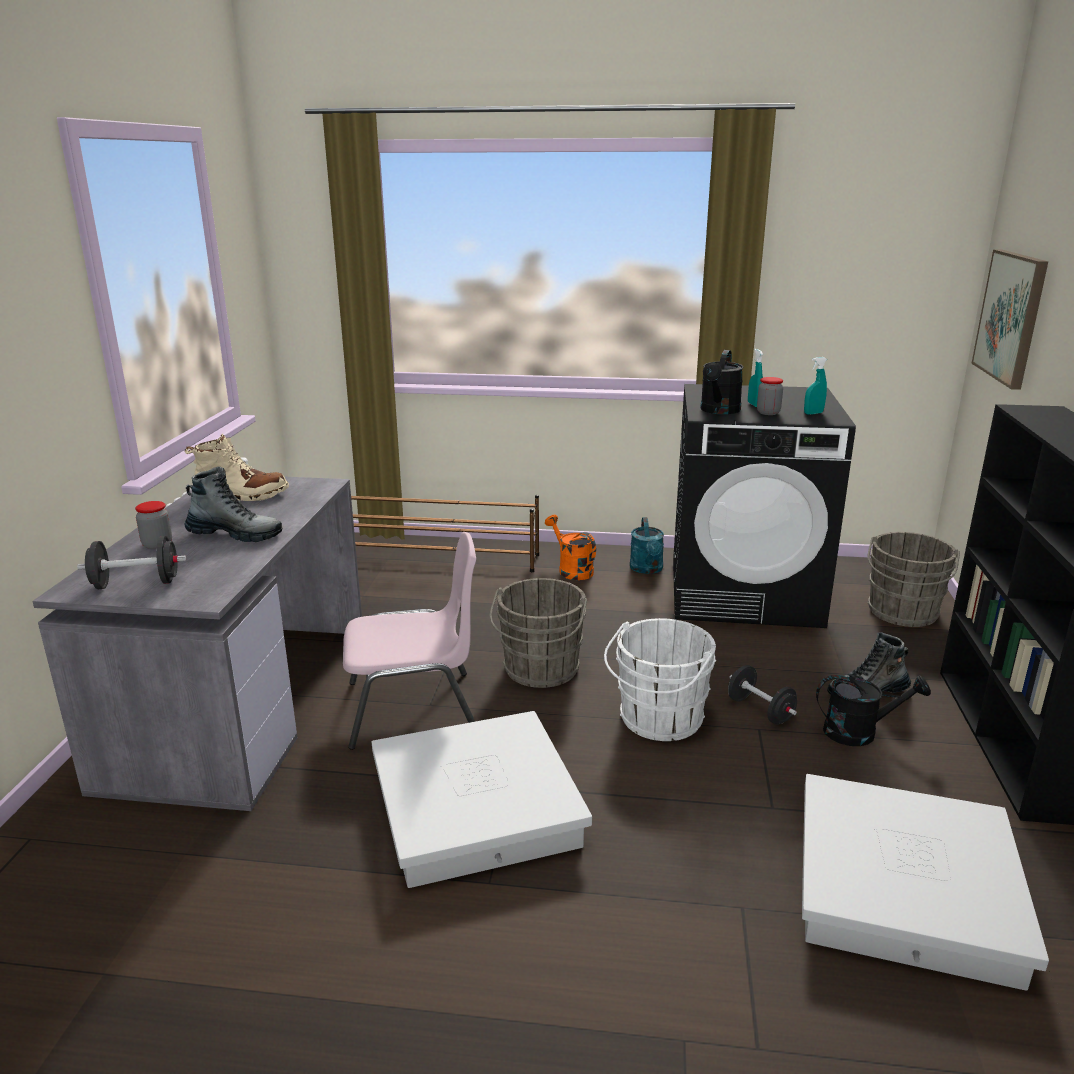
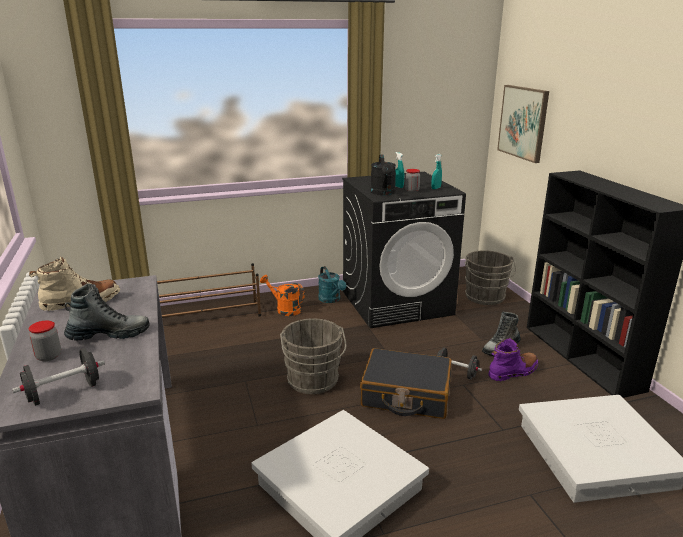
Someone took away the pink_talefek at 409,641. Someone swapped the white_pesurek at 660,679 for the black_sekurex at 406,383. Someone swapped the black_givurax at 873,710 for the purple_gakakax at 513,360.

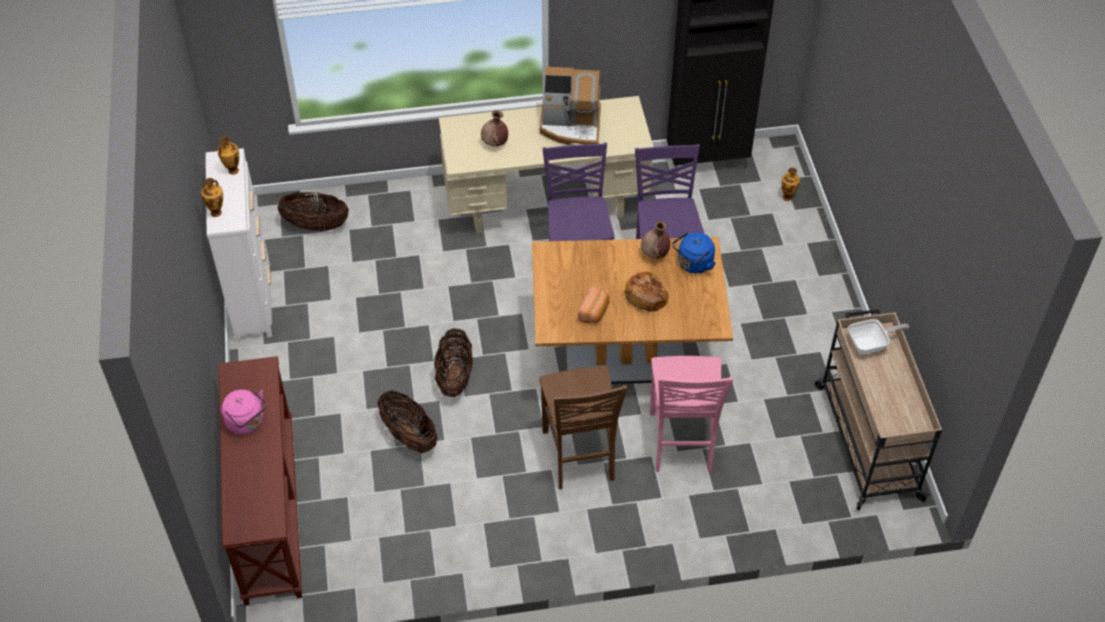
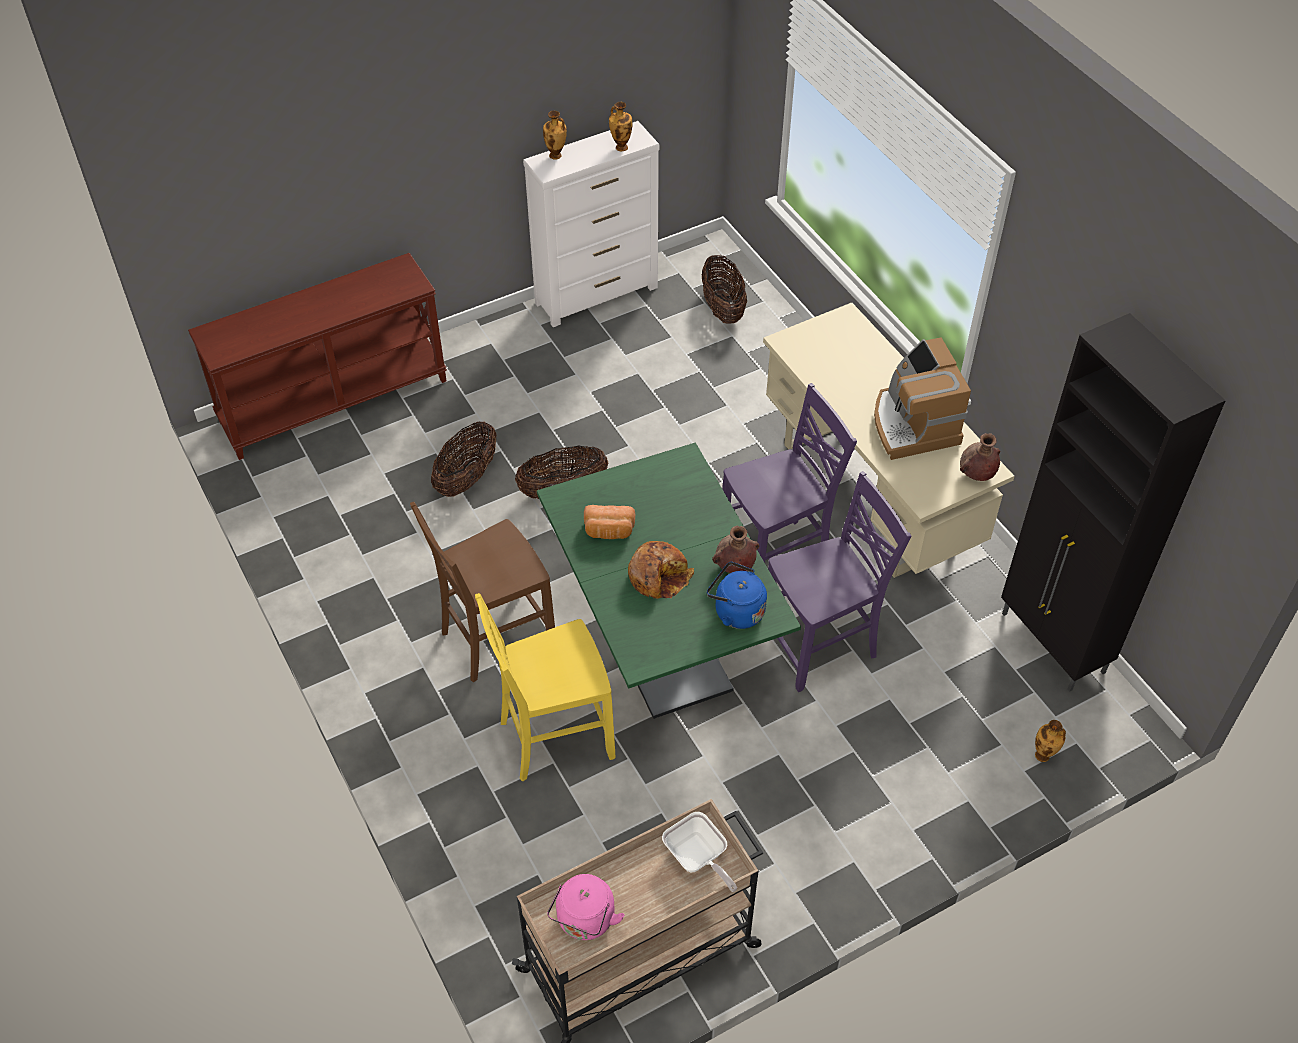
Someone carried the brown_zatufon from 494,128 to 980,457. Someone repainted the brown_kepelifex at 632,310, which became the green_kepelifex at 669,580. Someone repainted the pink_talefek at 691,414, which became the yellow_talefek at 545,687. Someone carried the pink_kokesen from 244,411 to 586,907.

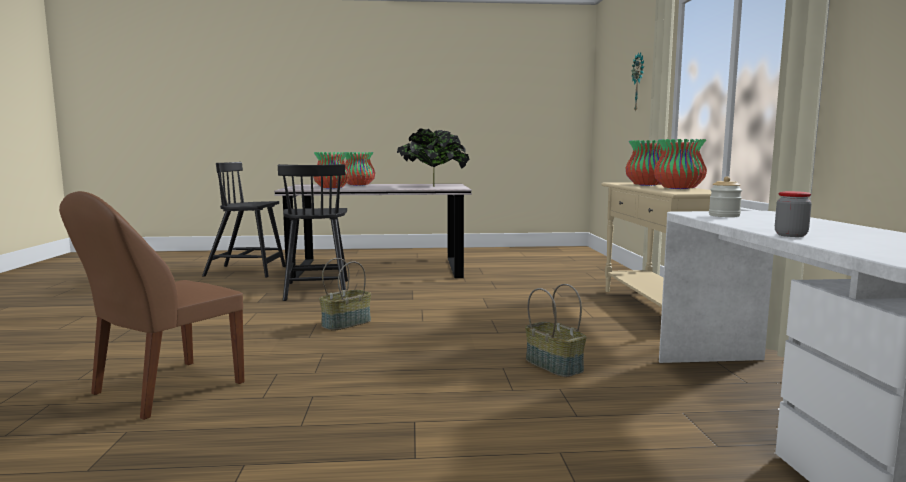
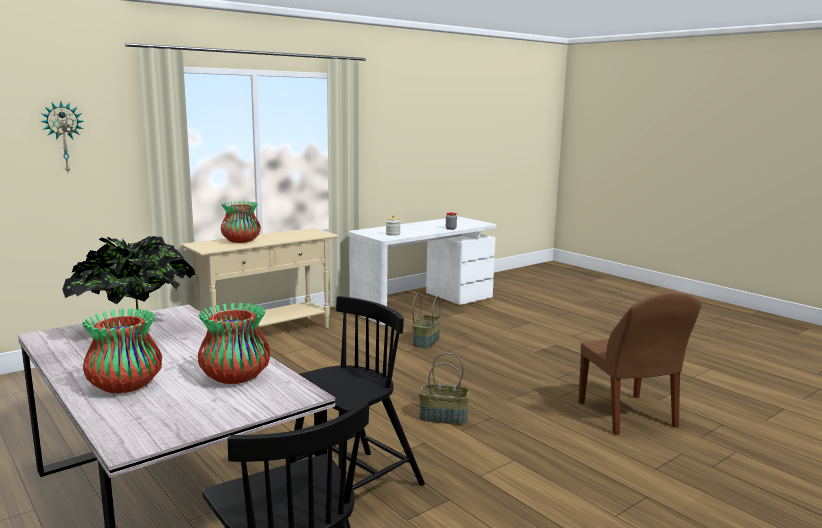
Someone took away the zatufon at 680,164. Someone rotated the brown_talefek at 151,305 by 75 degrees clockwise.

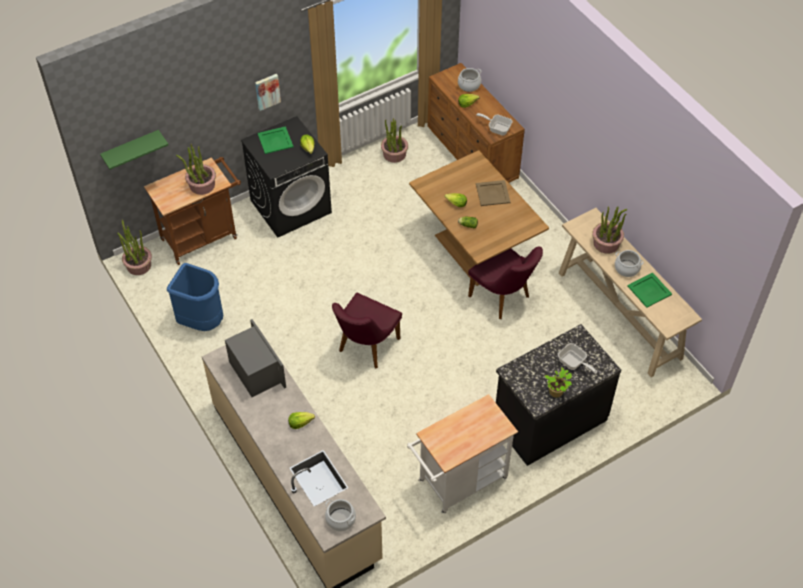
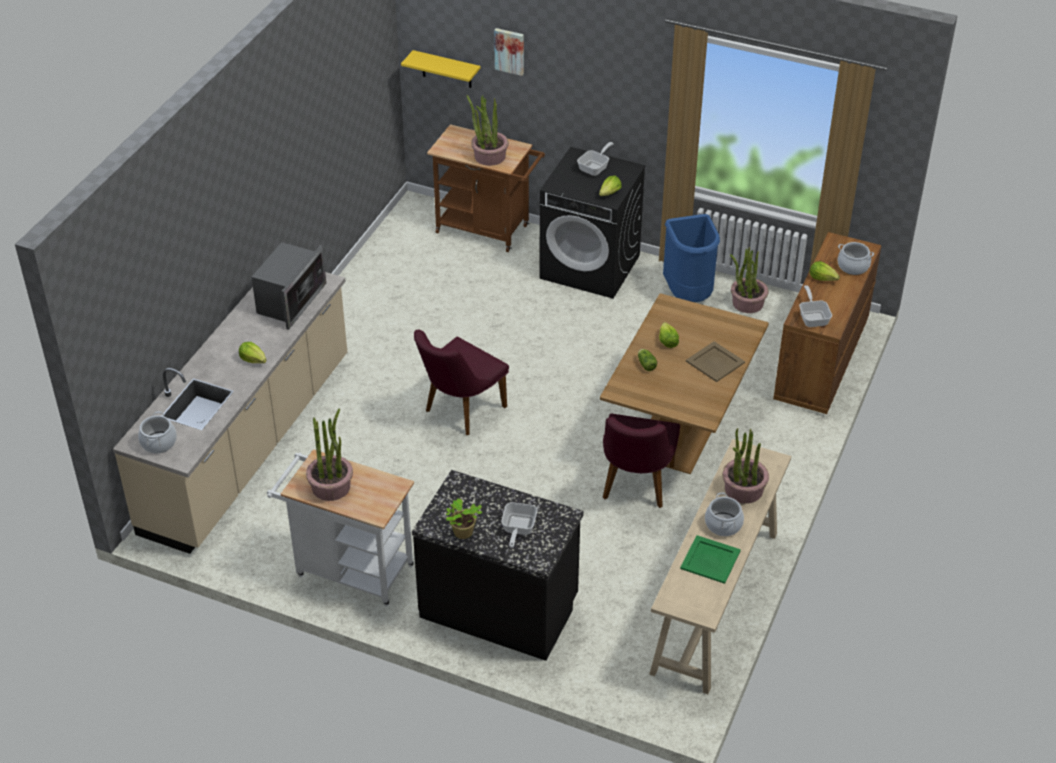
Someone carried the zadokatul from 268,92 to 509,52. Someone swapped the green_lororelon at 276,140 for the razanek at 595,159. Someone repainted the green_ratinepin at 134,150, which became the yellow_ratinepin at 440,69. Someone carried the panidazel from 134,247 to 329,454. Someone carried the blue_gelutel from 195,297 to 691,258. Someone rotated the purple_talefek at 367,330 by 45 degrees counterclockwise.

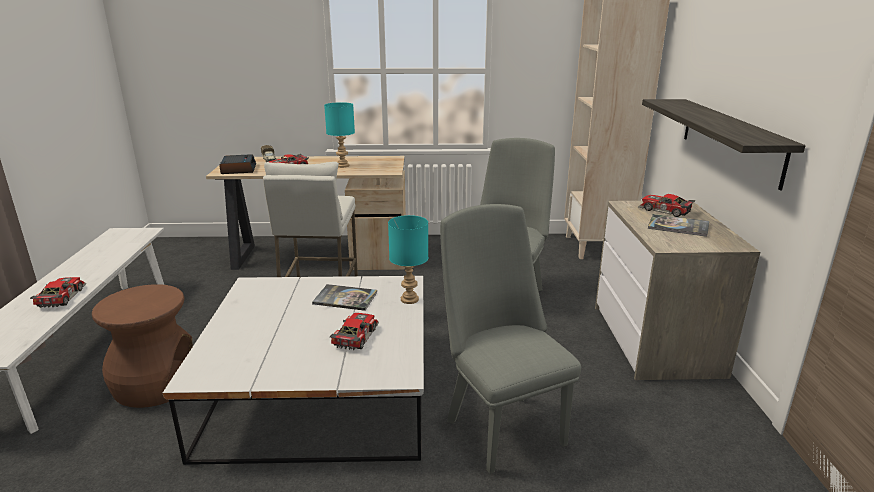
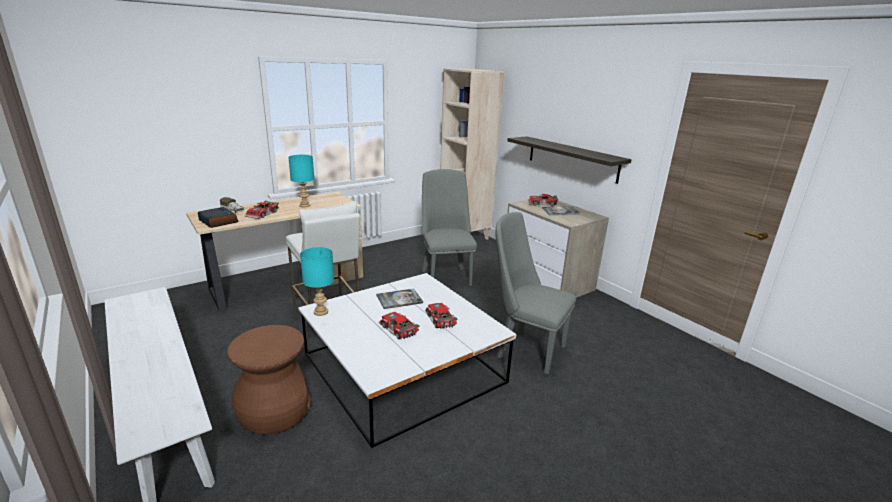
Someone carried the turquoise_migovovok from 408,259 to 317,281. Someone carried the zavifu from 58,292 to 399,325.

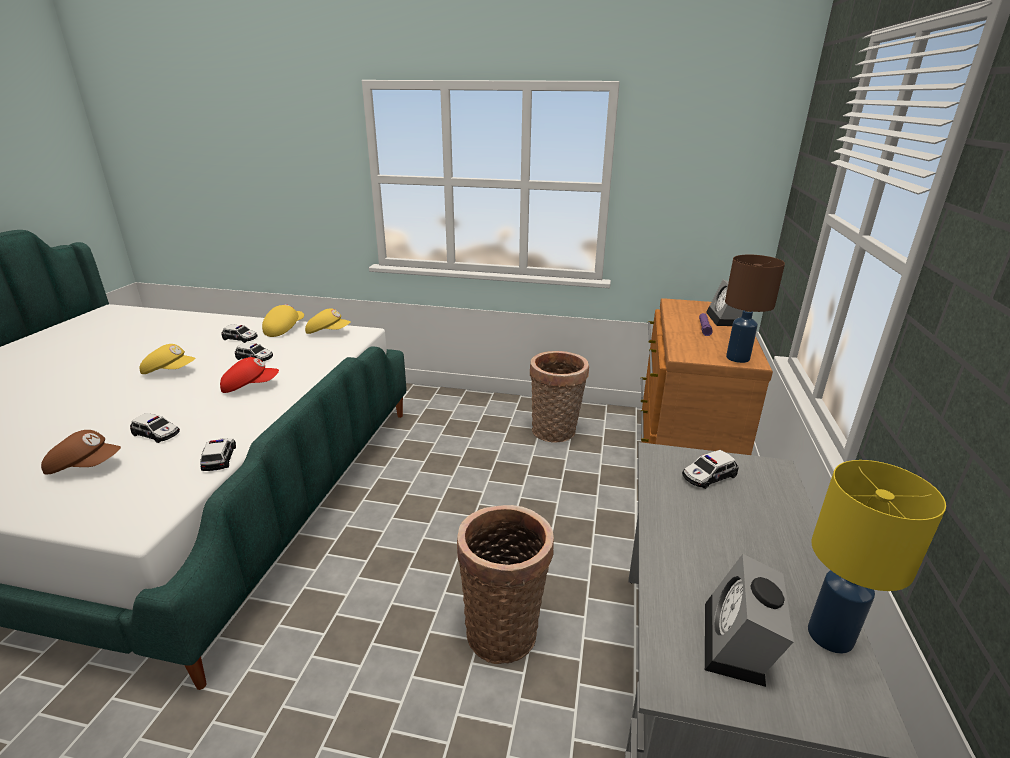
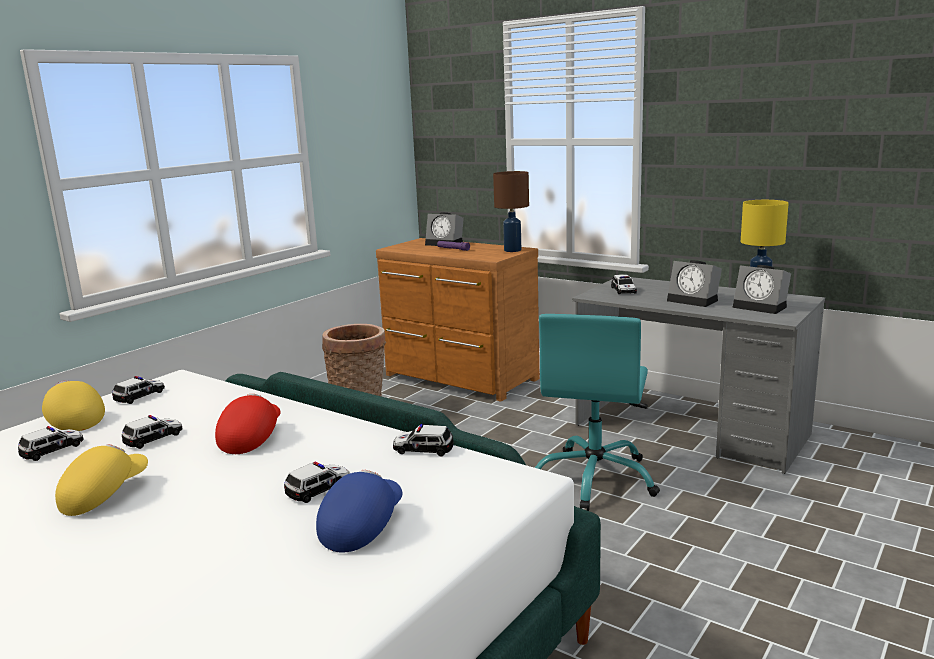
Someone swapped the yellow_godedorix at 328,321 for the zavifu at 138,390. Someone repainted the brown_godedorix at 81,452, which became the blue_godedorix at 359,511. Someone swapped the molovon at 505,584 for the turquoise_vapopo at 597,412. Someone put down the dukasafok at 694,283.

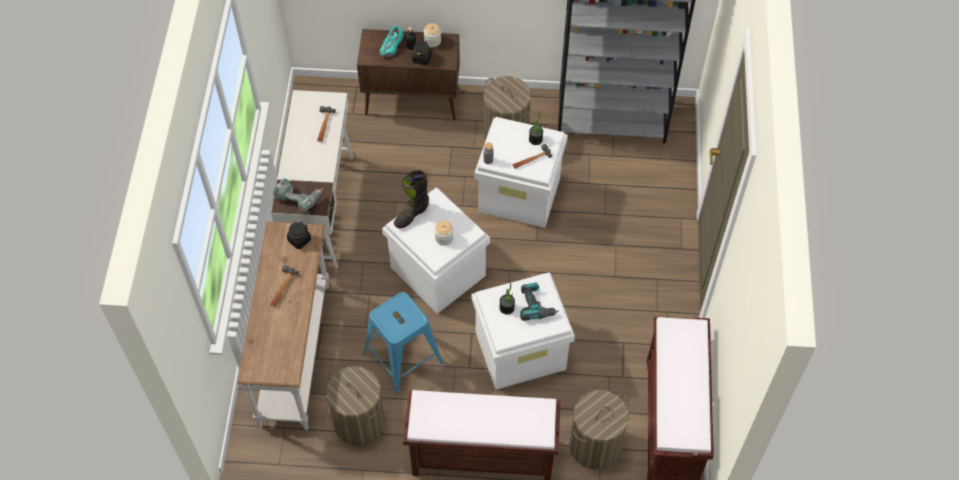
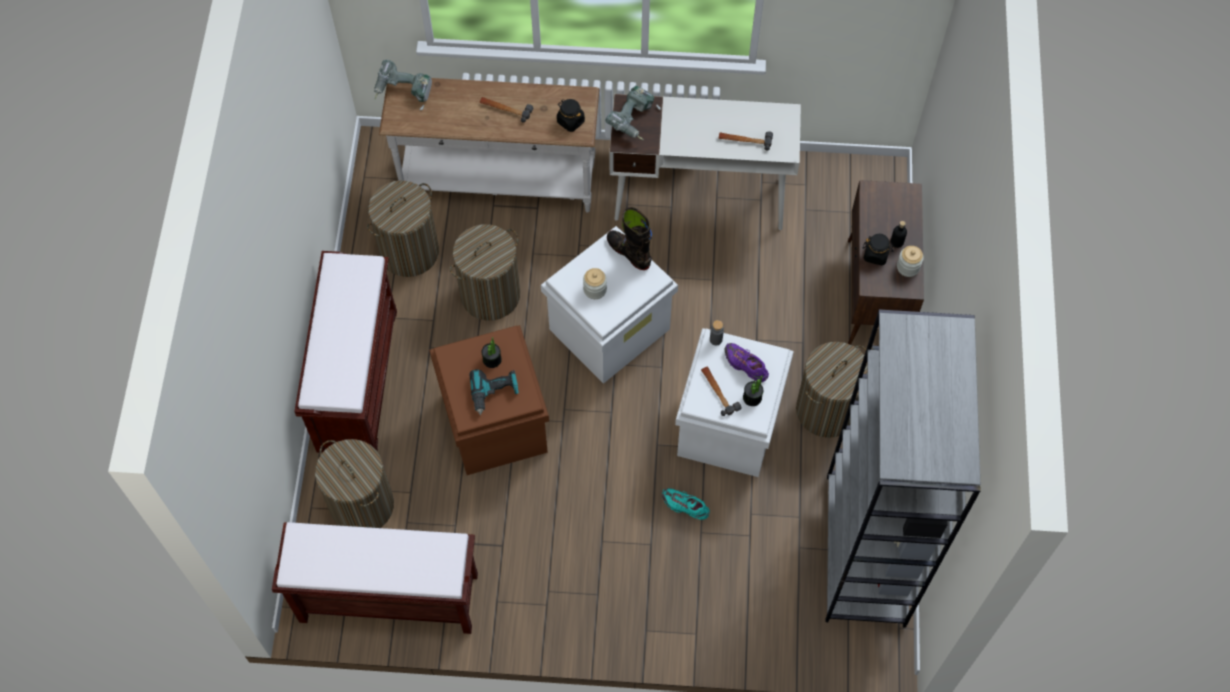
Someone carried the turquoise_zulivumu from 391,41 to 686,504. Someone repainted the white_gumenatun at 523,331, which became the brown_gumenatun at 489,400. Someone swapped the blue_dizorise at 403,343 for the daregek at 485,272. Someone put down the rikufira at 403,85. Someone put down the purple_zulivumu at 747,362.

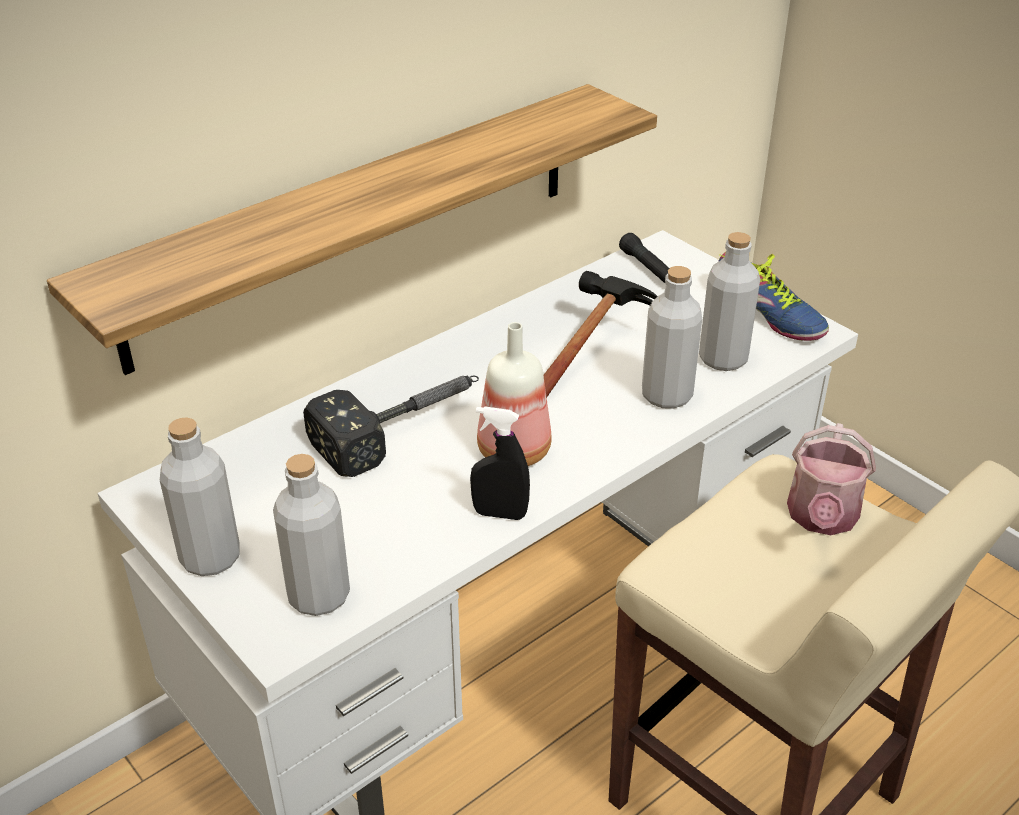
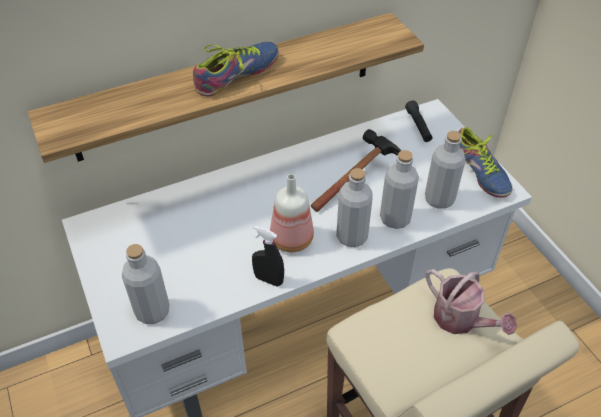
Someone took away the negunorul at 391,426. Someone carried the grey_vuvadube from 200,496 to 354,207. Someone rotated the givurax at 831,479 by 75 degrees counterclockwise. Someone put down the zulivumu at 236,69.

